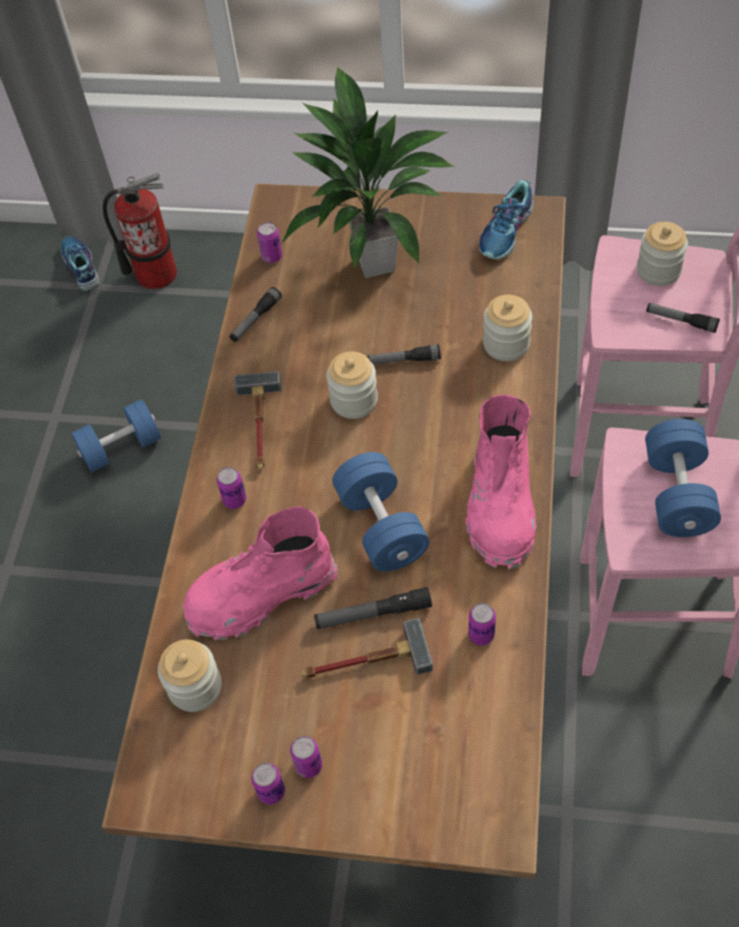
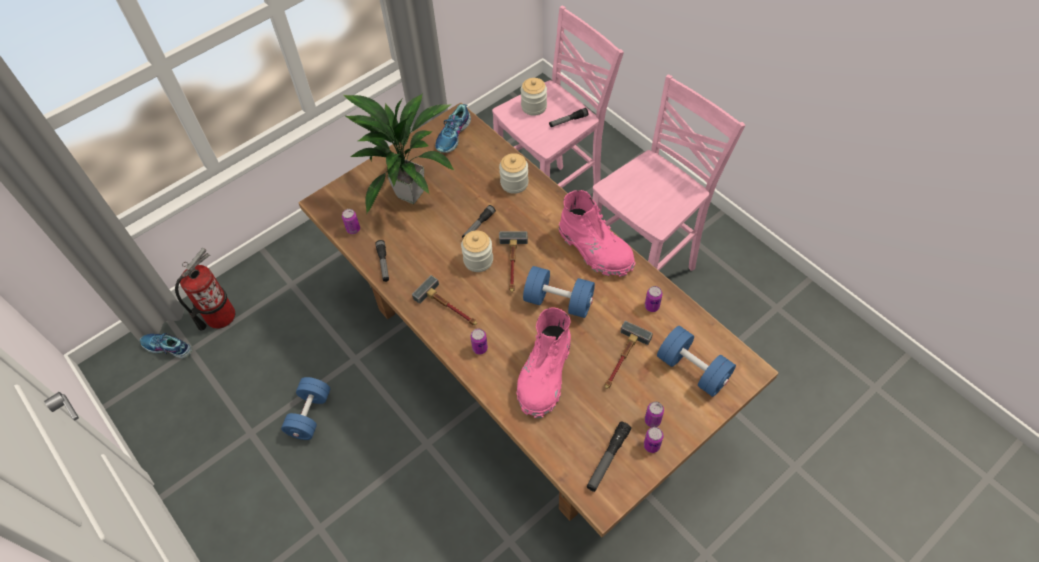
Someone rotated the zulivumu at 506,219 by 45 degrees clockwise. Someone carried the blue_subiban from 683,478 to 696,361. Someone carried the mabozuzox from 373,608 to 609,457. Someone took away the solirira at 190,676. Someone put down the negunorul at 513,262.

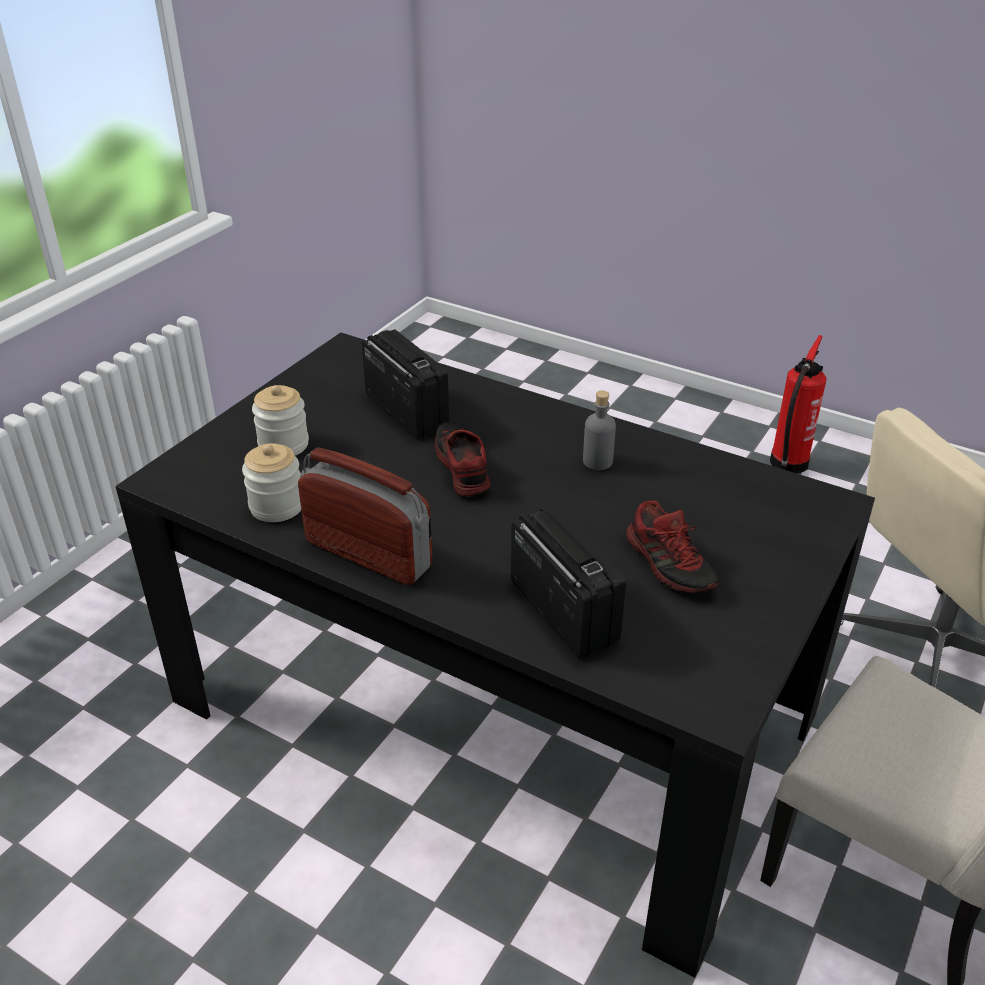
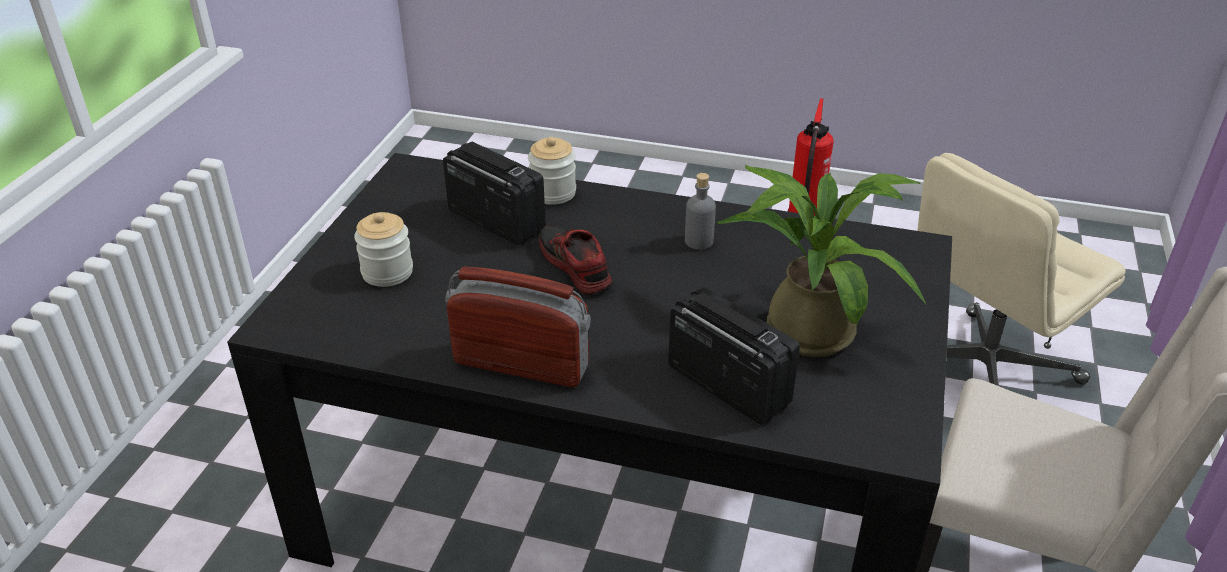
Someone carried the solirira from 271,482 to 552,171. Someone swapped the zulivumu at 672,546 for the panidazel at 821,261.

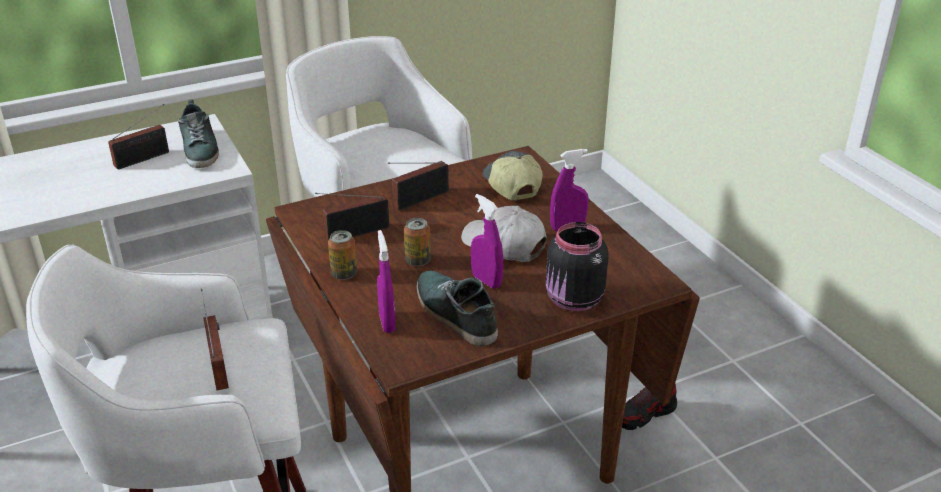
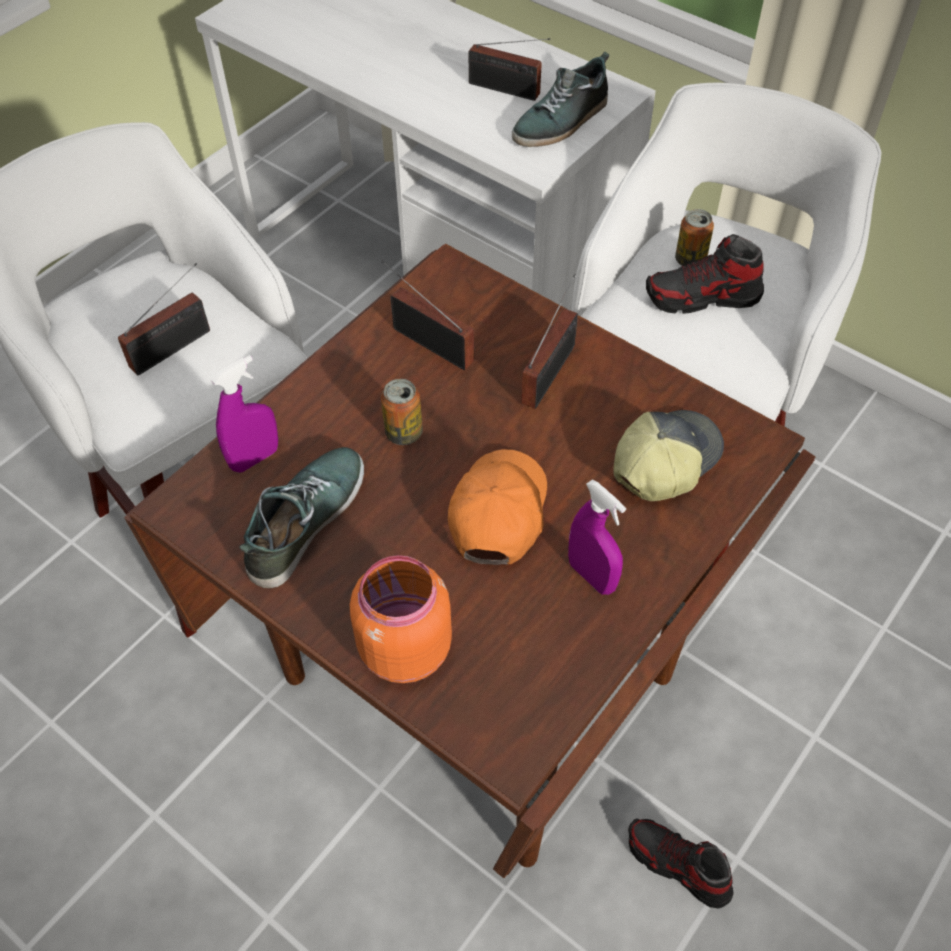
Someone rotated the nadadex at 418,185 by 90 degrees clockwise. Someone took away the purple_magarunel at 487,241. Someone repainted the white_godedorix at 504,234, which became the orange_godedorix at 497,507. Someone repainted the black_solirira at 577,266, which became the orange_solirira at 401,619. Someone carried the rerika from 342,255 to 694,237. Someone put down the zulivumu at 705,274.

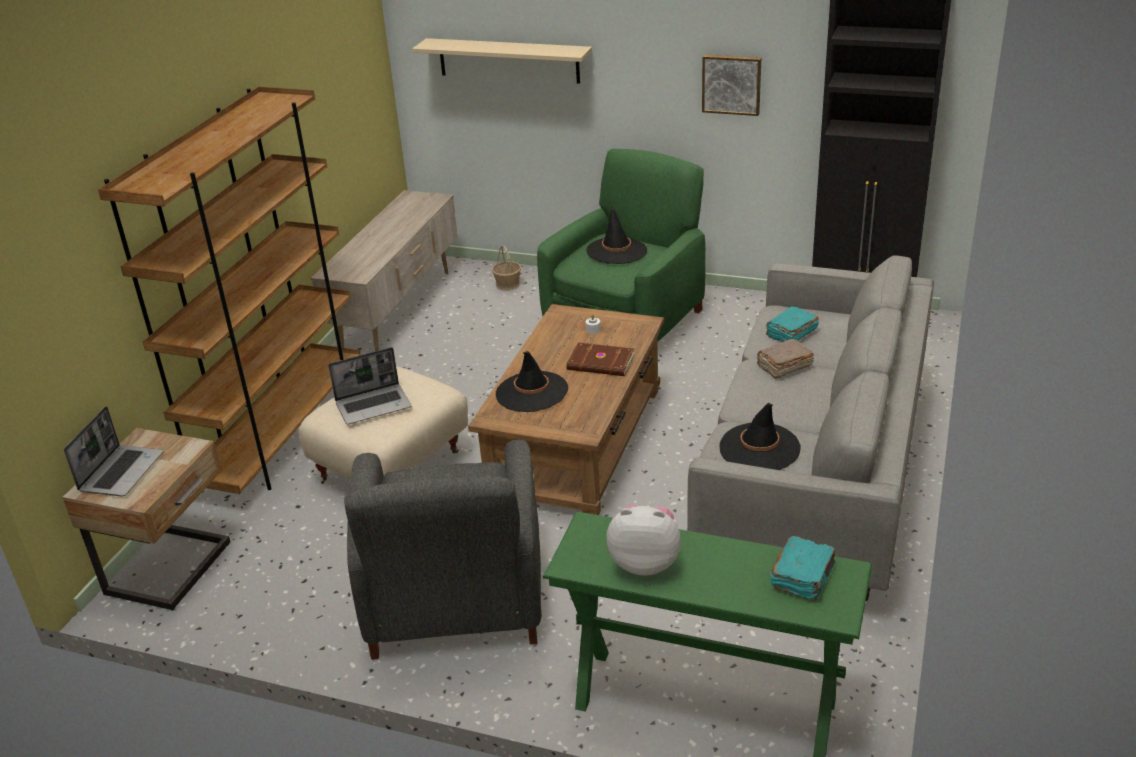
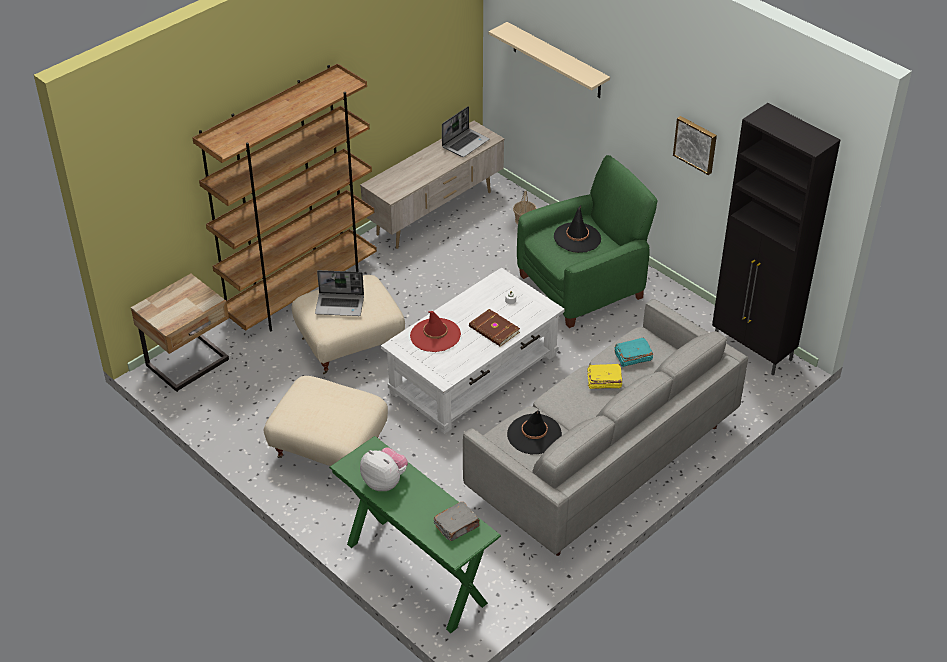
Someone repainted the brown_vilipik at 566,409, which became the white_vilipik at 473,350. Someone repainted the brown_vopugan at 785,359, which became the yellow_vopugan at 604,376. Someone repainted the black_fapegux at 532,381, which became the red_fapegux at 435,331. Someone carried the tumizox from 114,451 to 465,131. Someone swapped the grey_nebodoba at 442,550 for the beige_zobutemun at 326,421. Someone repainted the turquoise_vopugan at 802,567, which became the grey_vopugan at 457,521.

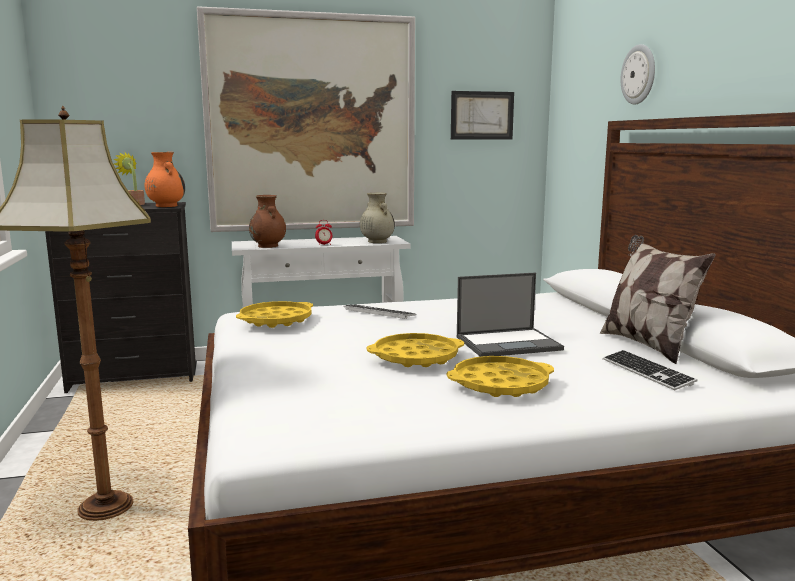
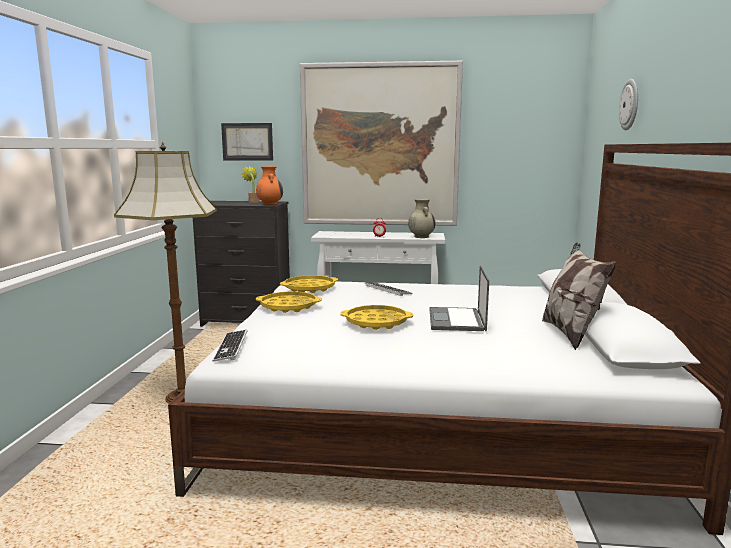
Someone carried the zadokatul from 482,115 to 247,142. Someone took away the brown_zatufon at 267,221. Someone rotated the tumizox at 510,315 by 90 degrees clockwise. Someone carried the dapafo from 650,370 to 229,345. Someone carried the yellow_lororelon from 500,376 to 289,302.

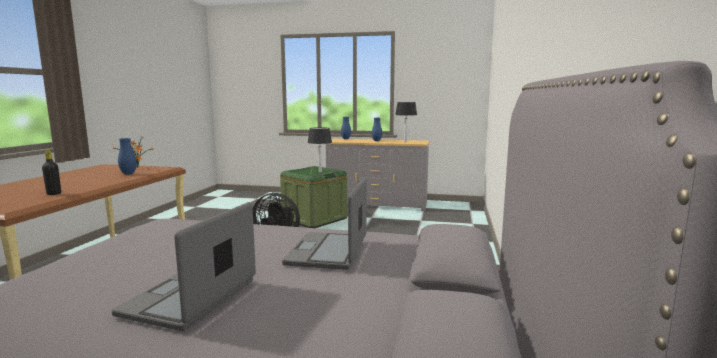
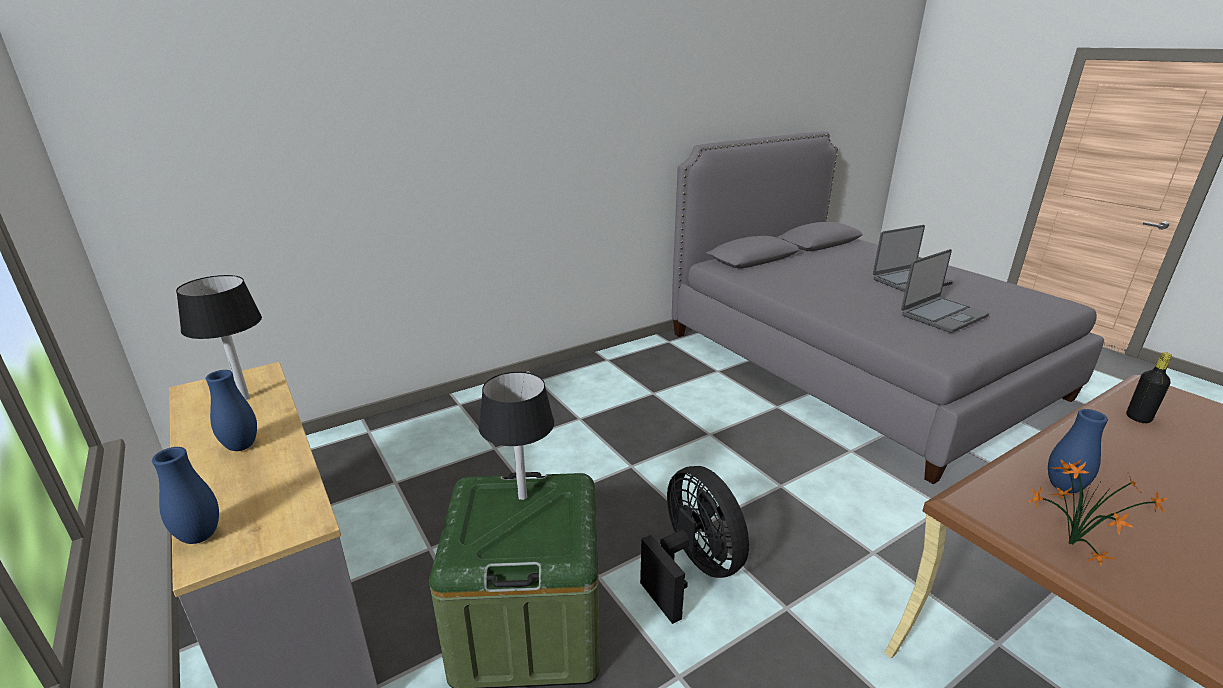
Someone carried the tumizox from 324,223 to 945,291.

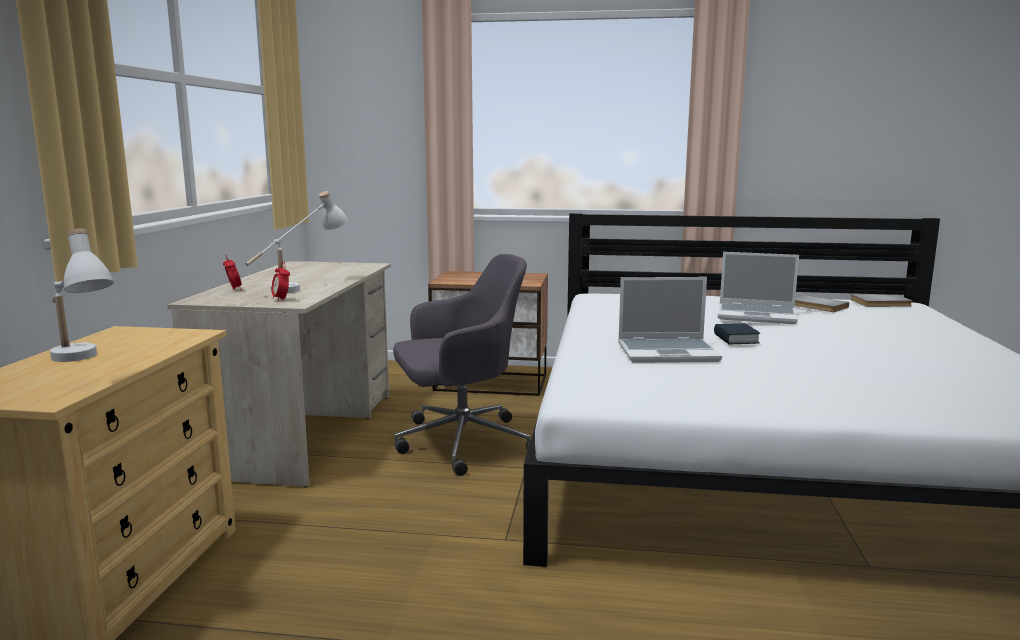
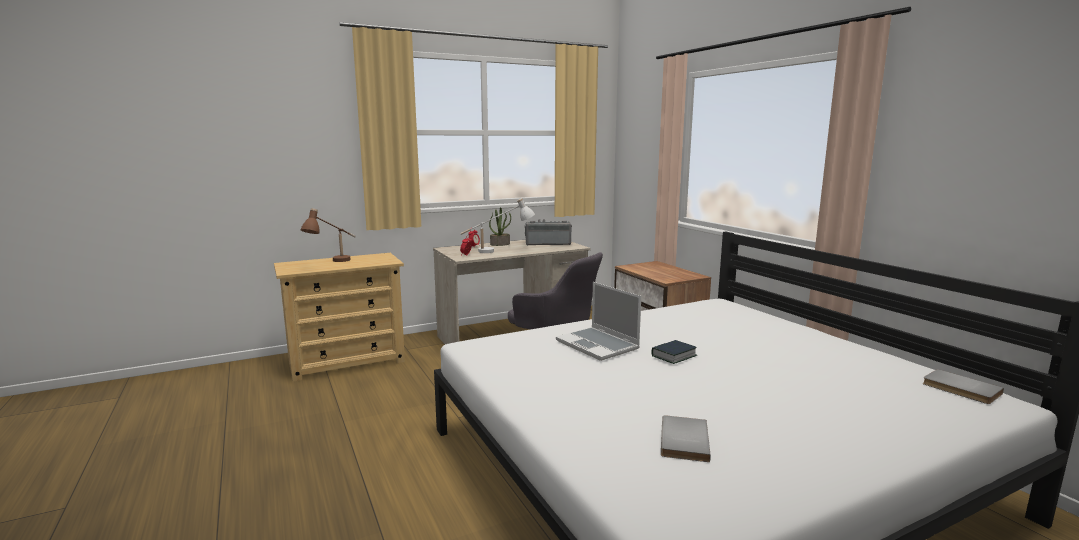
Someone repainted the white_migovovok at 82,295, which became the brown_migovovok at 328,235. Someone took away the tumizox at 758,288. Someone carried the grey_vopugan from 822,303 to 686,438. Someone put down the panidazel at 500,226. Someone put down the nadadex at 548,232.

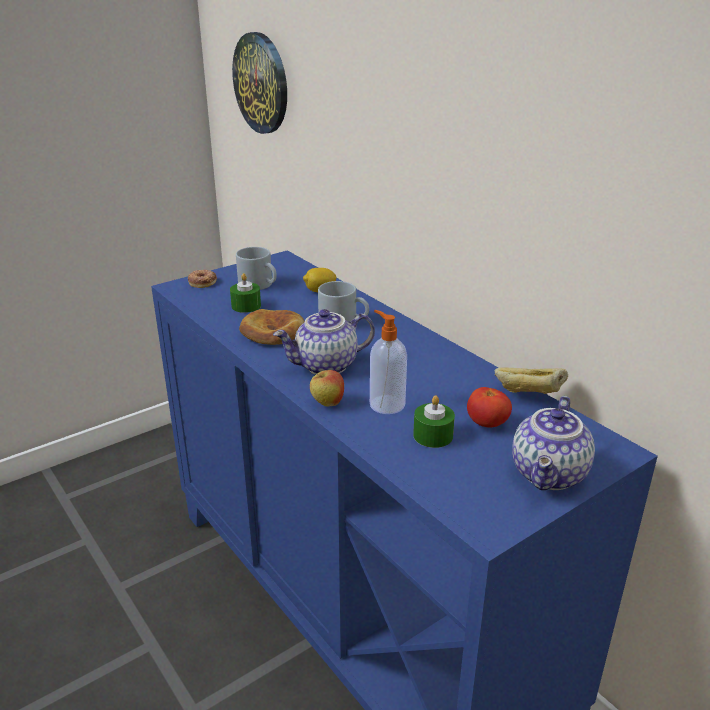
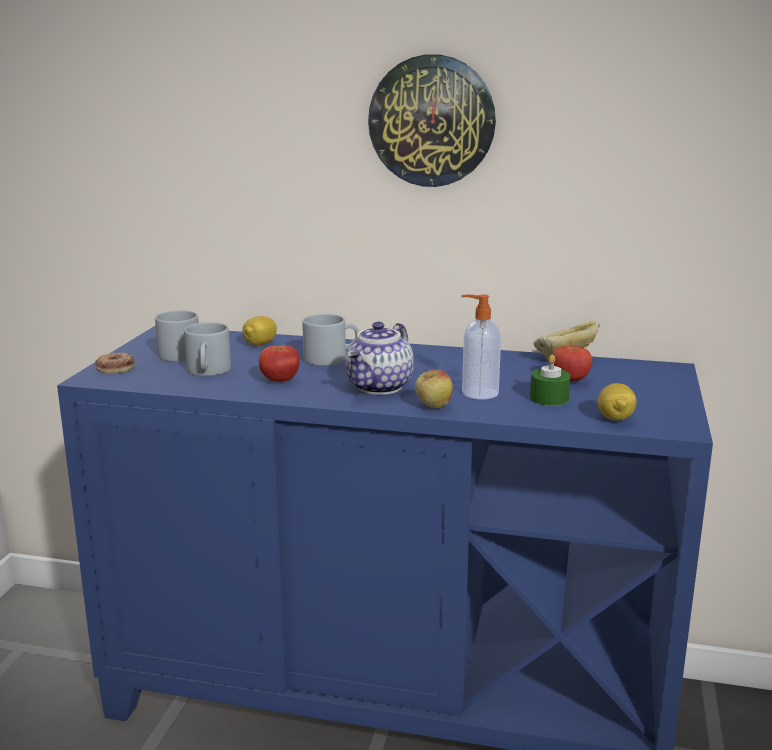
Someone carried the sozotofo from 259,83 to 432,121. Someone swapped the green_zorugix at 245,293 for the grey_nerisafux at 207,349. Someone swapped the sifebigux at 272,327 for the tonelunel at 279,363. Someone took away the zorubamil at 553,443. Someone put down the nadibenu at 617,402.

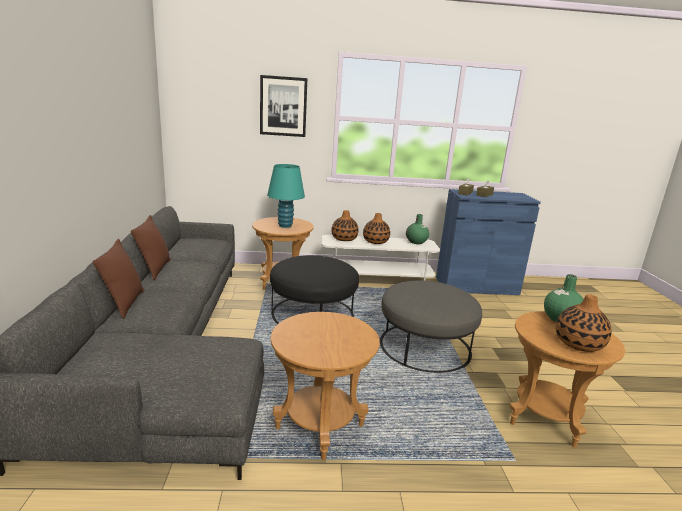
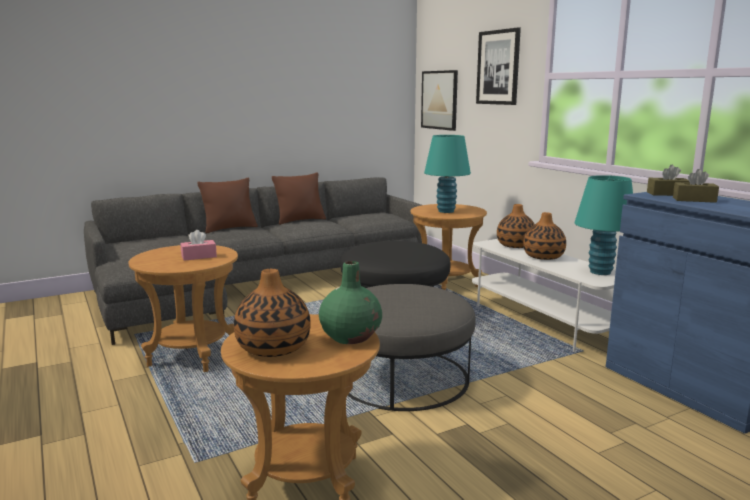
Someone swapped the green_zatufon at 417,229 for the turquoise_migovovok at 603,225. Someone put up the zadokatul at 439,100. Someone put down the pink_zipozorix at 198,245.

